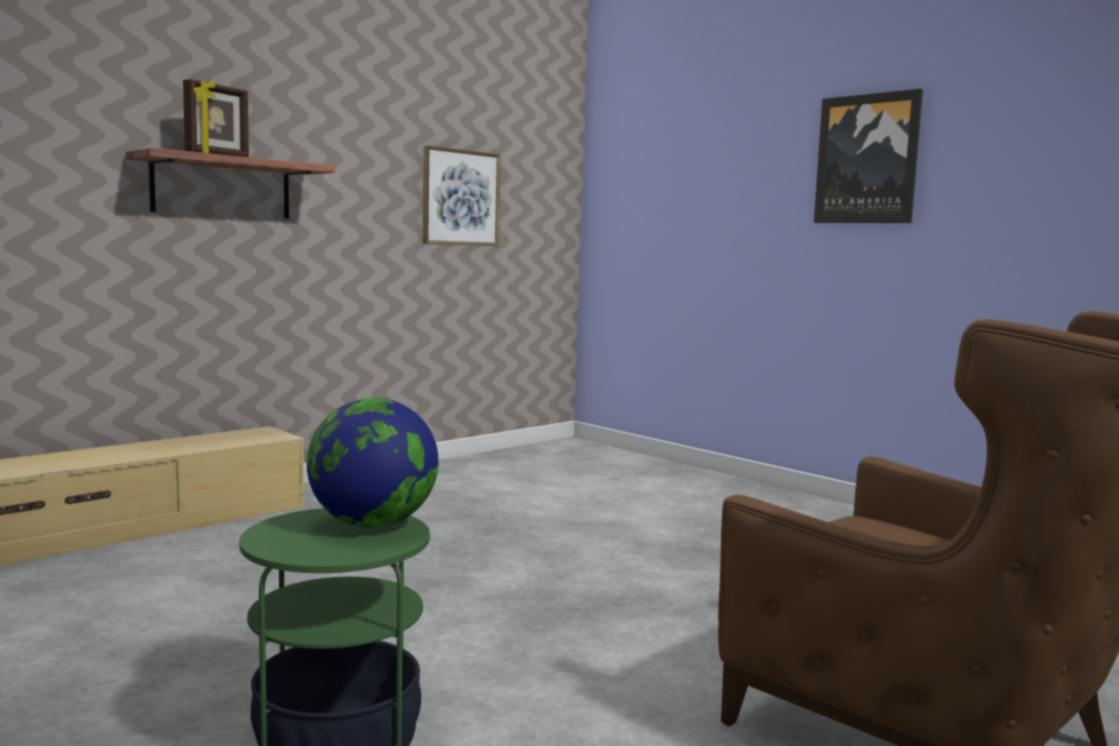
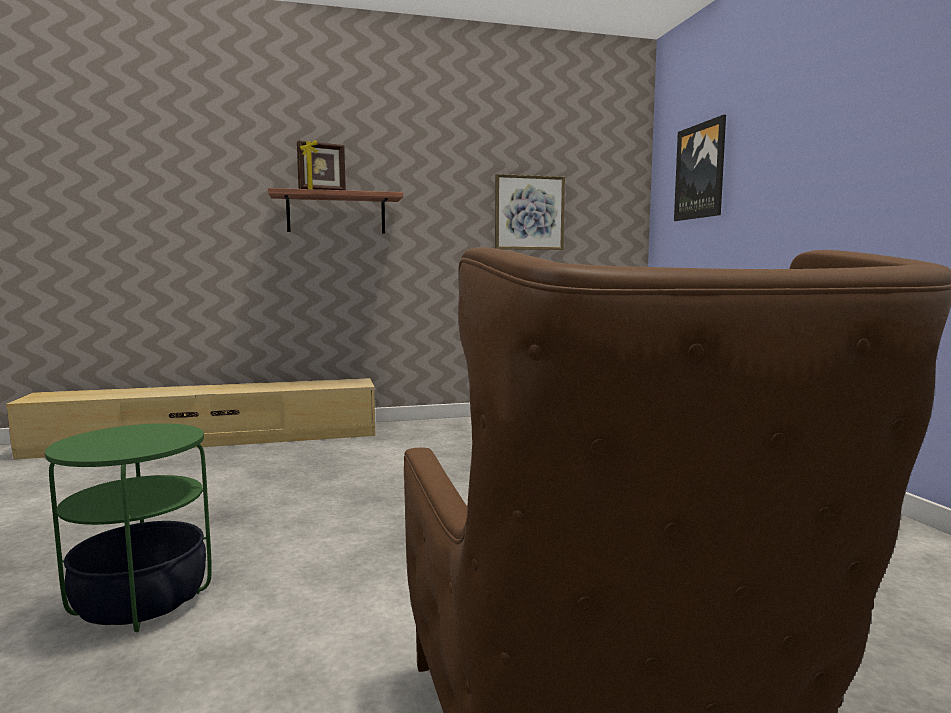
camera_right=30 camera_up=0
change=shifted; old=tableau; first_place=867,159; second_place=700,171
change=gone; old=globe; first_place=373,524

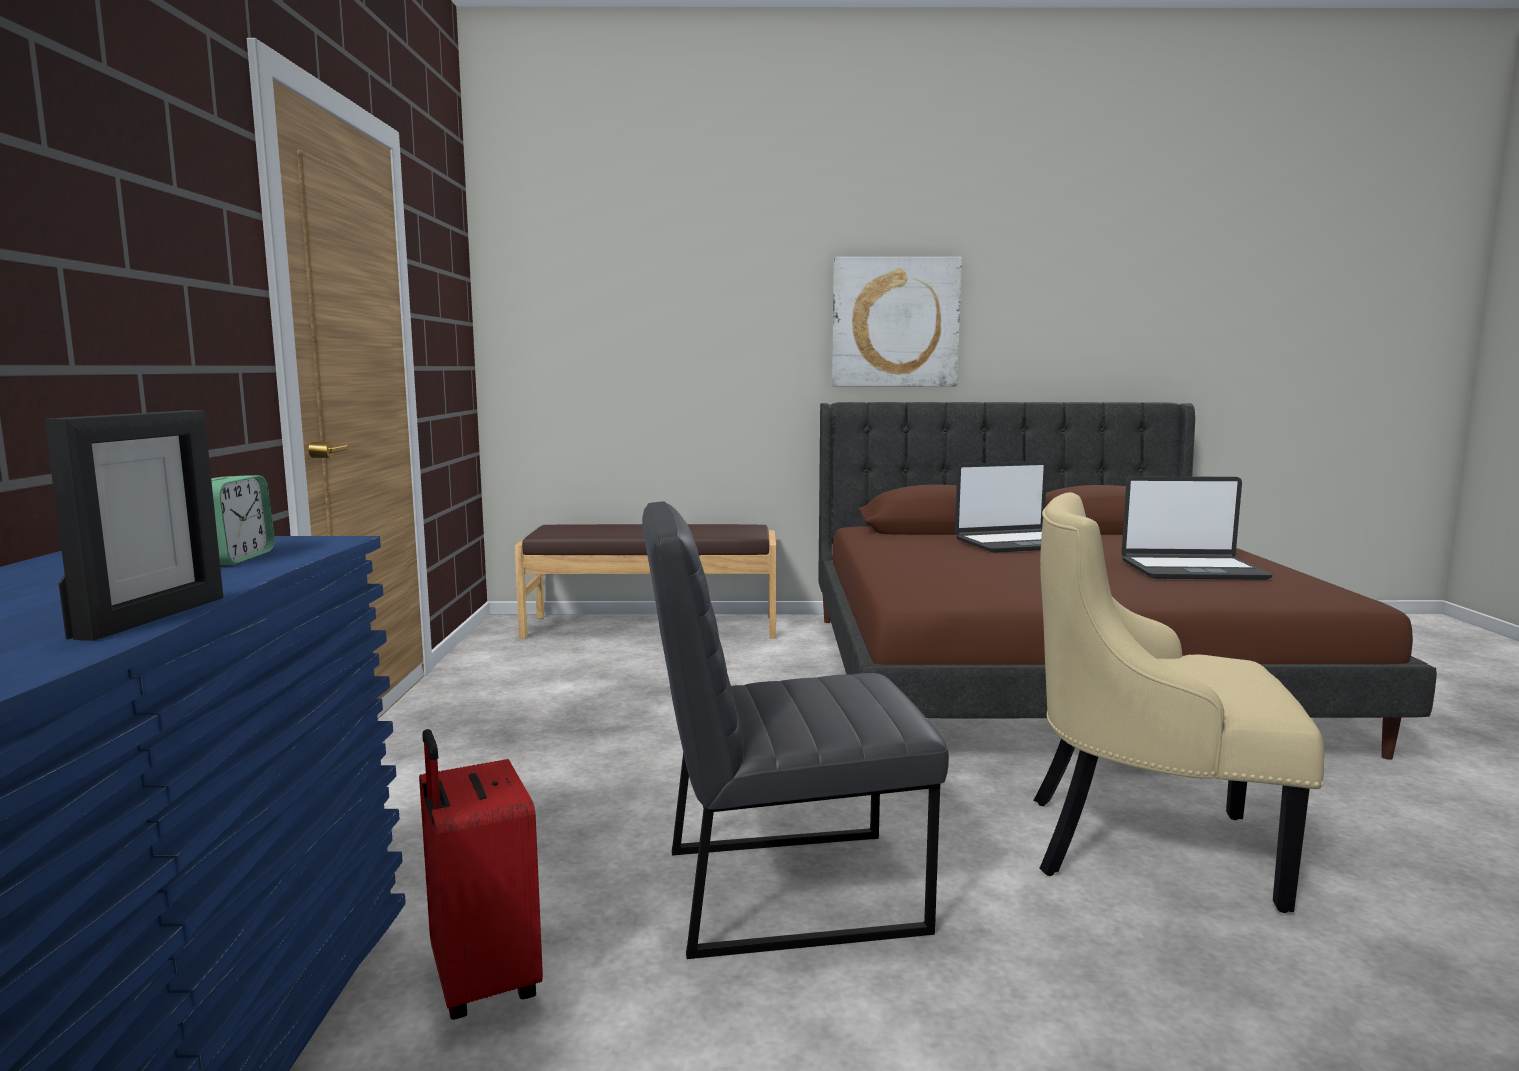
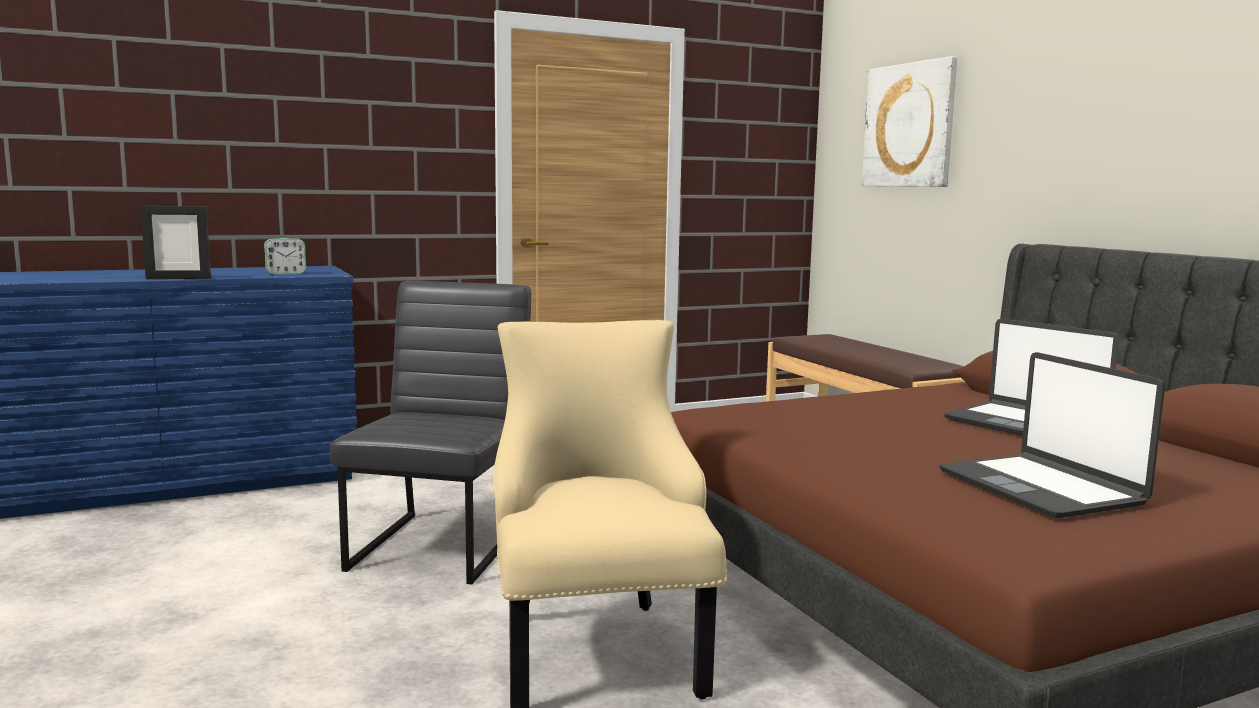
camera_right=65 camera_up=0
change=shifted; old=tableau; first_place=895,322; second_place=909,125
change=rotated; old=chaise/gris; first_place=783,889; second_place=442,545; degrees=45
change=gone; old=valise/rouge; first_place=480,981

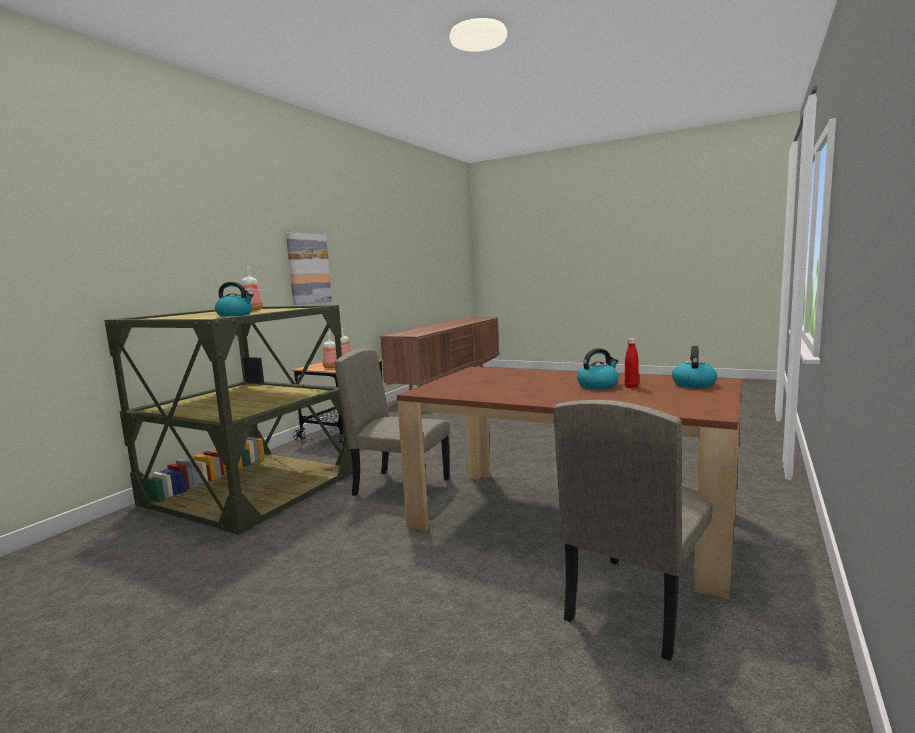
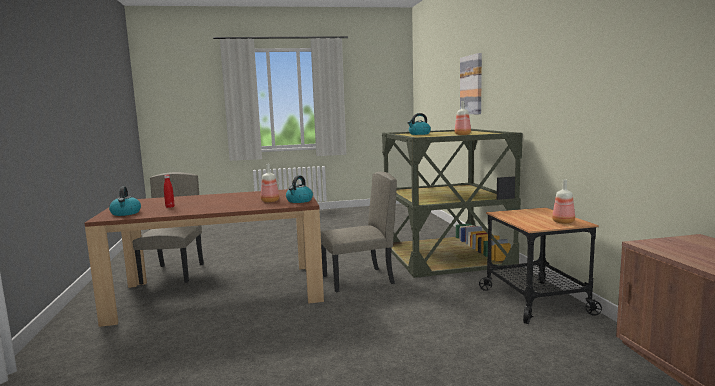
camera_right=140 camera_up=0
change=shifted; old=tableau; first_place=308,269; second_place=471,85
change=shifted; old=bouteille; first_place=331,367; second_place=270,201
change=shifted; old=bouilloire; first_place=598,386; second_place=299,201

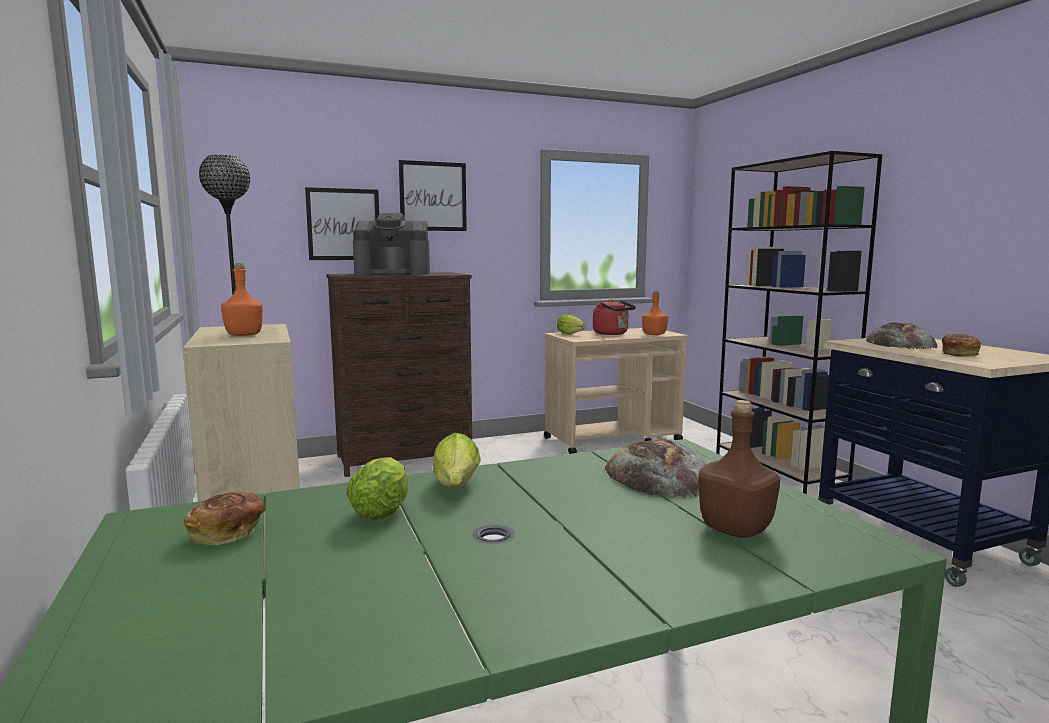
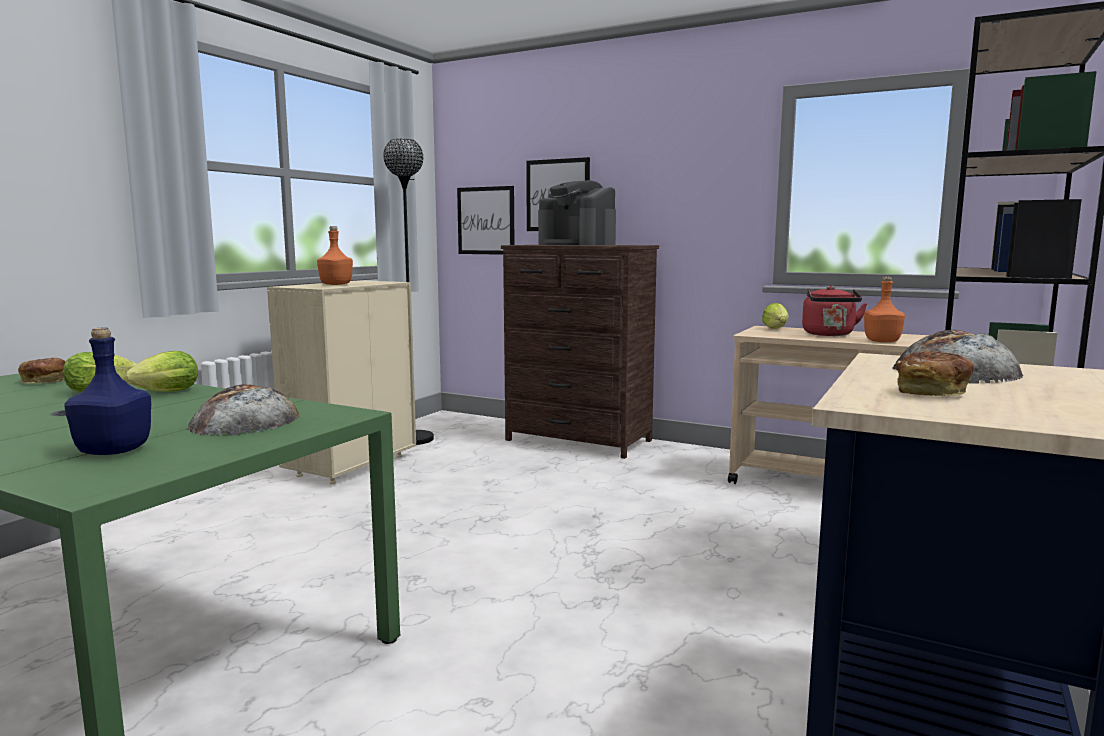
camera_right=50 camera_up=0
change=shifted; old=tableau; first_place=433,196; second_place=486,220
change=repainted; old=bouteille/marron; new=bouteille/bleu; first_place=734,528; second_place=115,450

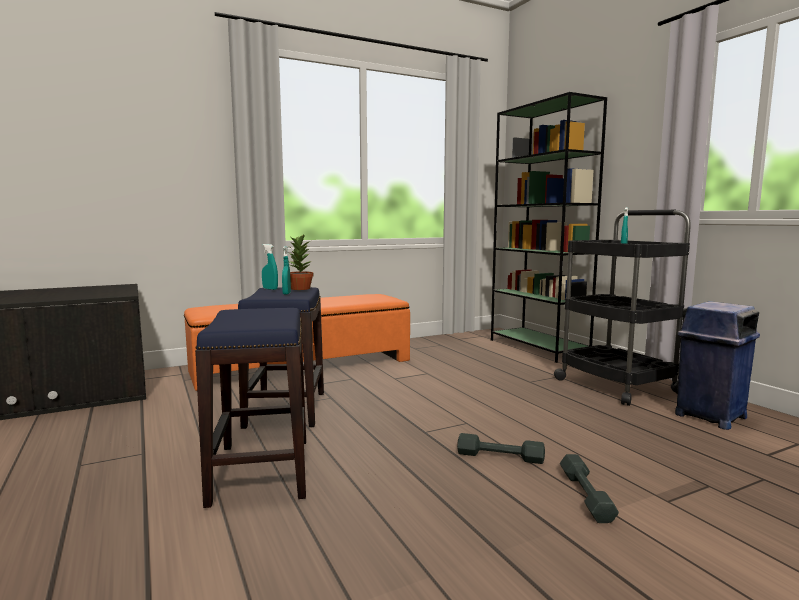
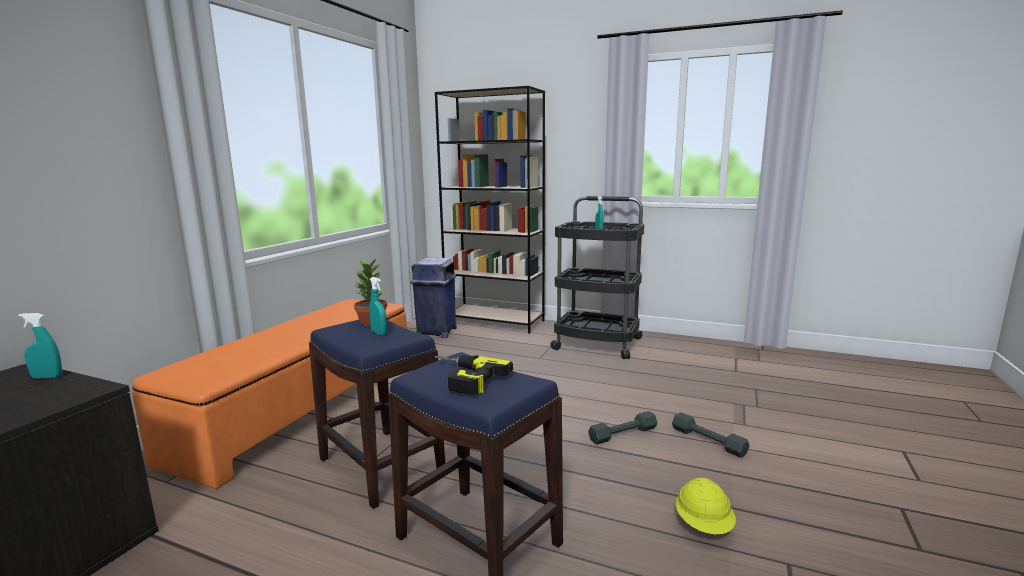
camera_right=-40 camera_up=5
change=repainted; old=bibliothèque/vert; new=bibliothèque/beige; first_place=538,348; second_place=495,322
change=shifted; old=vaporisateur/turquoise; first_place=270,289; second_place=47,377
change=shifted; old=poubelle/bleu; first_place=709,416; second_place=436,332
change=new; new=perceuse; second_place=461,378
change=new; new=casque de chantier/jaune; second_place=704,525

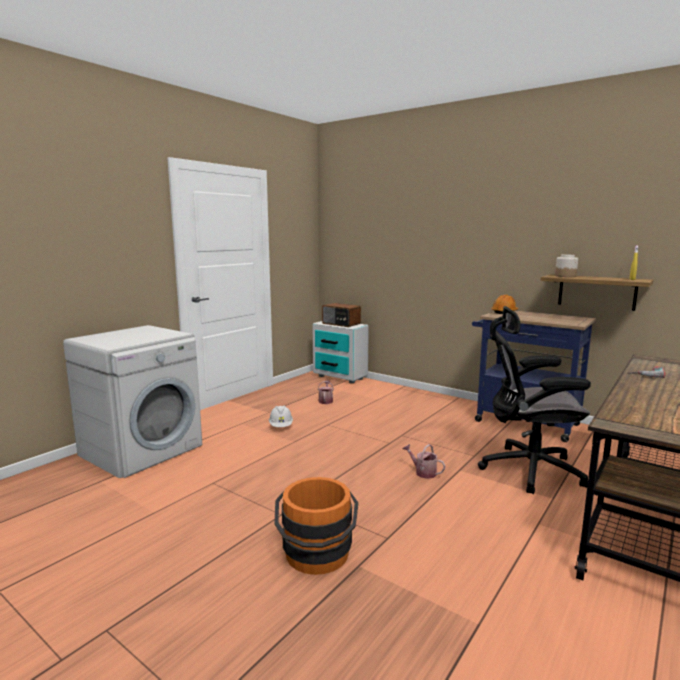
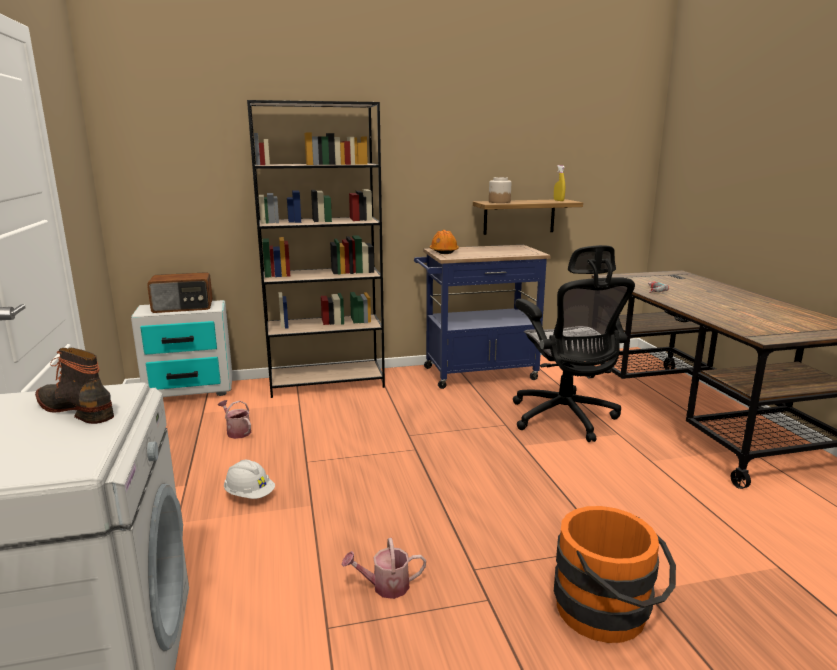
camera_right=-50 camera_up=5
change=rotated; old=chaise de bureau; first_place=530,471; second_place=564,418; degrees=-60
change=shifted; old=arrosoir; first_place=423,472; second_place=385,586
change=new; new=bibliothèque/beige; second_place=327,382
change=new; new=botte; second_place=78,409

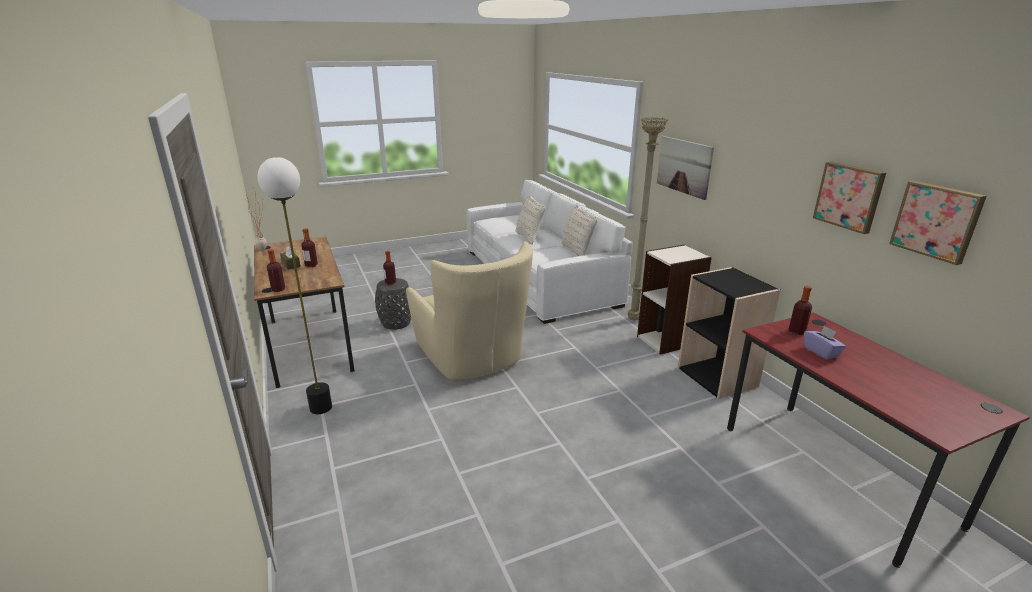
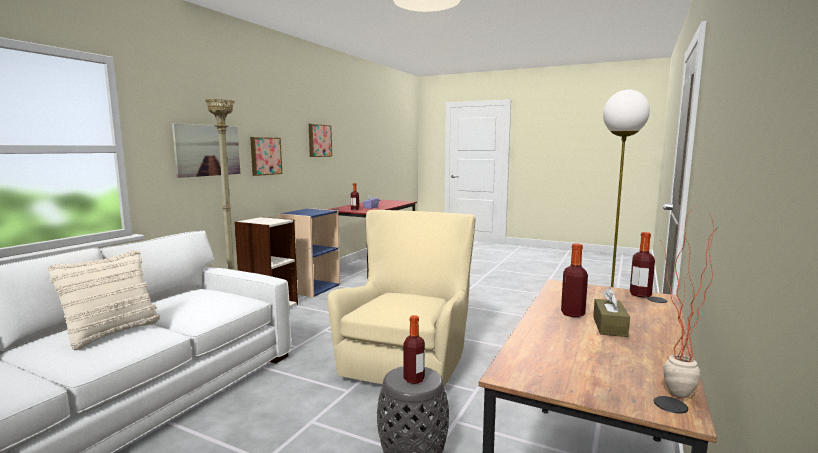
camera_right=-130 camera_up=-15
change=shifted; old=tableau; first_place=937,221; second_place=265,156
change=gone; old=coussin/beige; first_place=577,251
change=repainted; old=bibliothèque/noir; new=bibliothèque/bleu; first_place=718,377; second_place=312,288

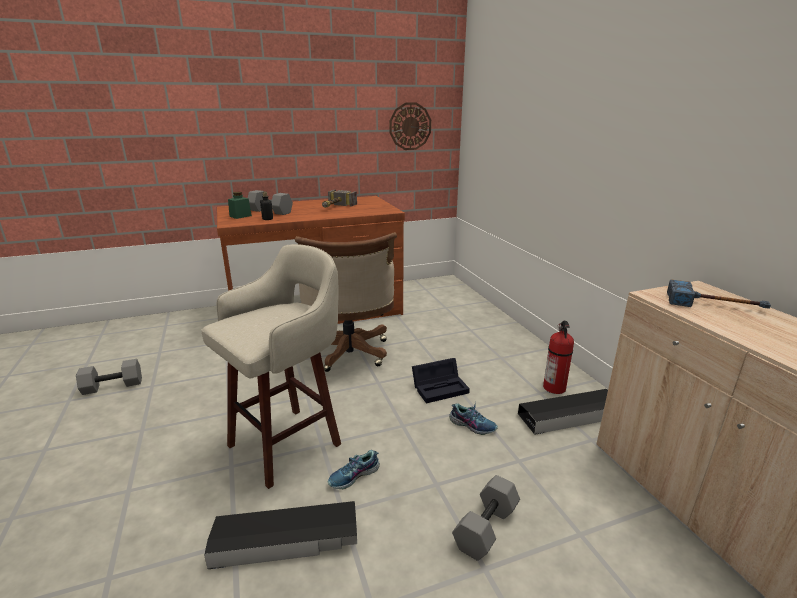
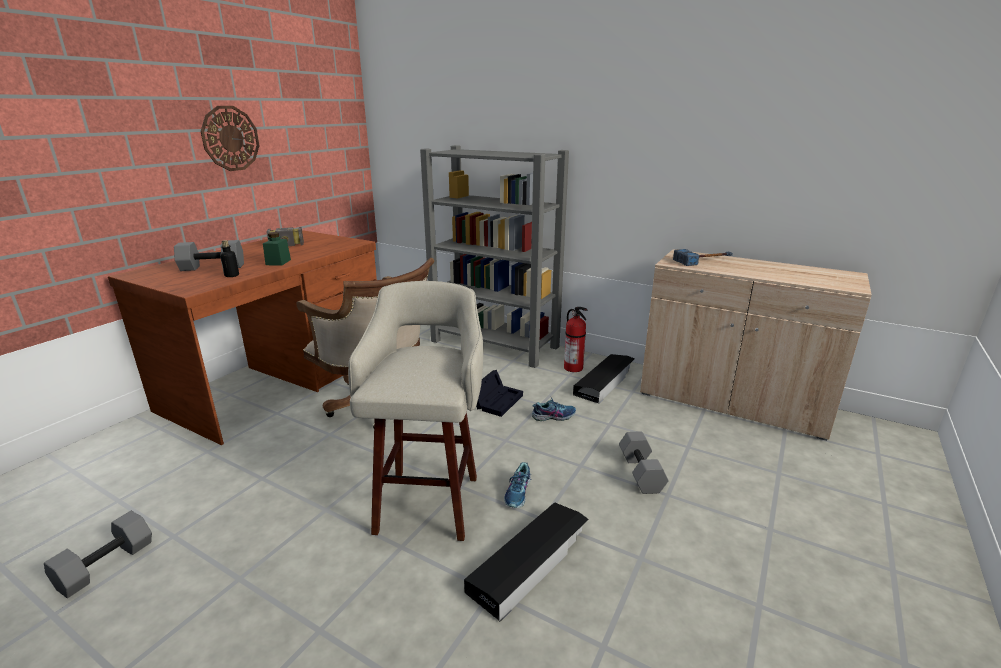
camera_right=-40 camera_up=0
change=shifted; old=horloge murale; first_place=410,126; second_place=230,138
change=shifted; old=bocal/vert; first_place=240,216; second_place=278,262
change=new; new=bibliothèque/gris; second_place=494,344

